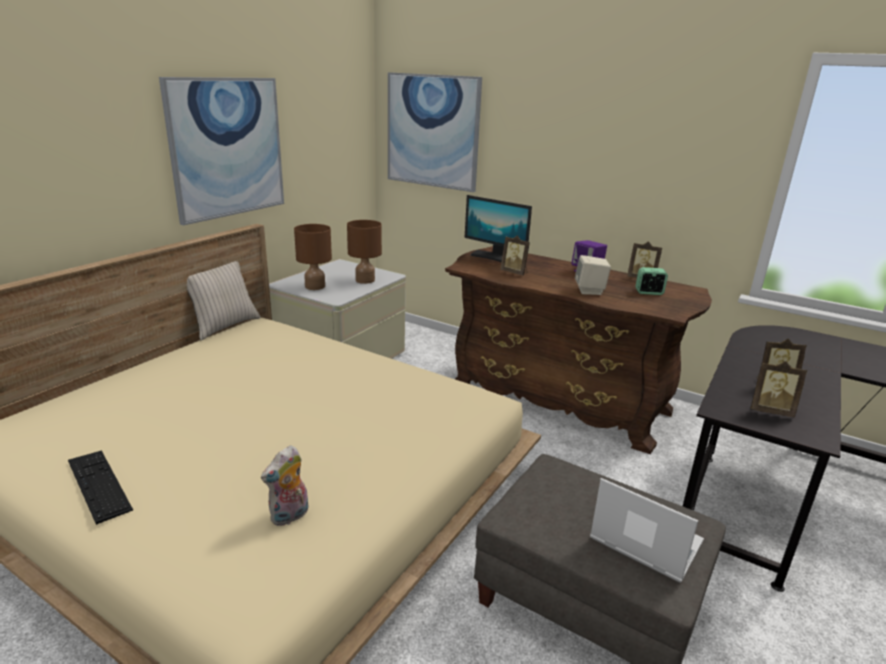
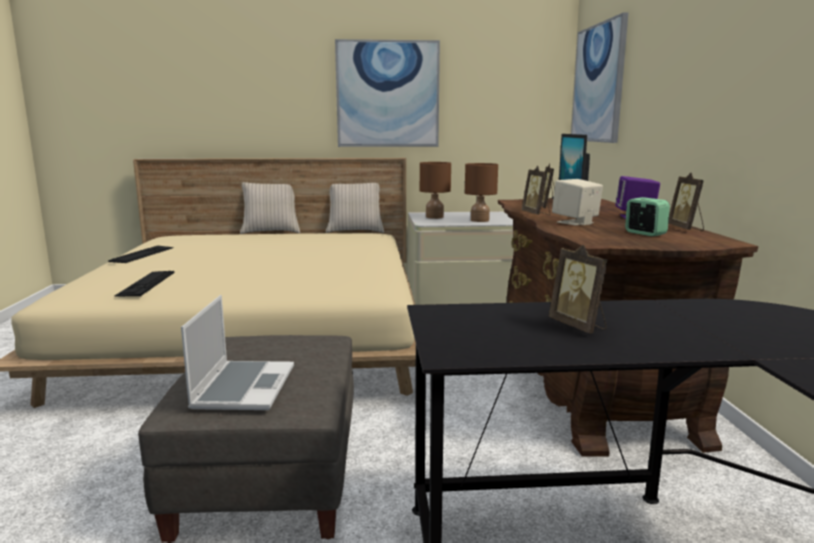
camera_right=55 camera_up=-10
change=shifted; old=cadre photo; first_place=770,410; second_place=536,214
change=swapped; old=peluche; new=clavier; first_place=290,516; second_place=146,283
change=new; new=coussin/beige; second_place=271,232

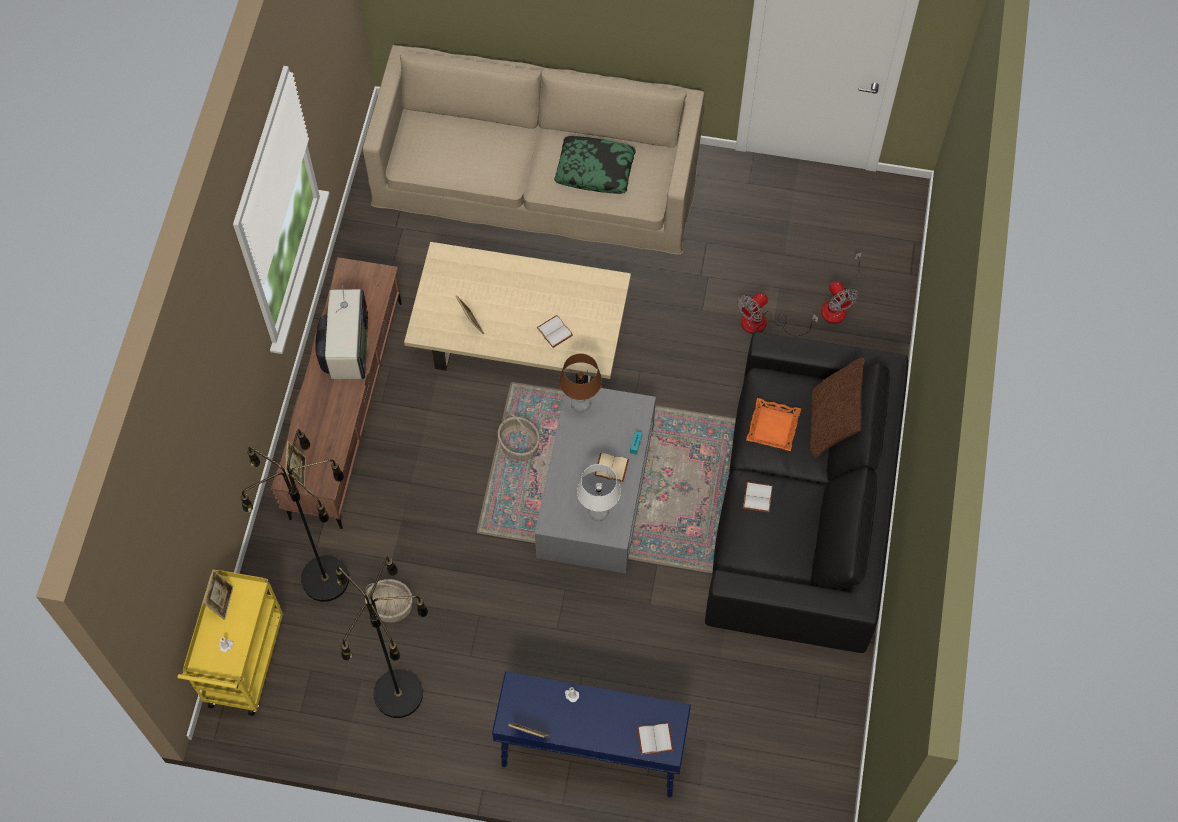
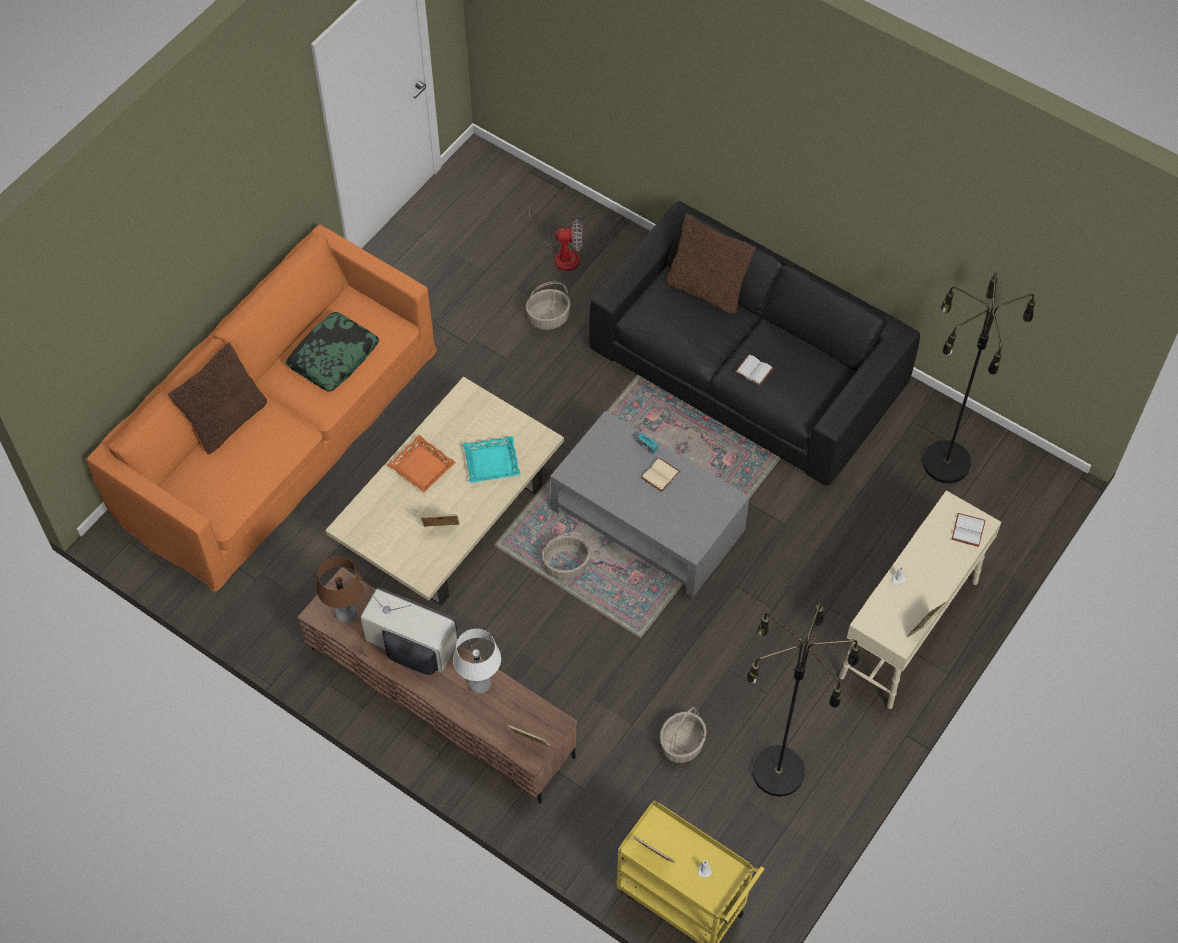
camera_right=-65 camera_up=-5
change=repainted; old=canapé/beige; new=canapé/orange; first_place=537,178; second_place=277,432
change=swapped; old=ventilateur; new=panier; first_place=763,324; second_place=548,317
change=swapped; old=livre/blanc; new=plateau/turquoise; first_place=555,332; second_place=491,462
change=shifted; old=lampe de table/marron; first_place=580,404; second_place=345,613
change=shifted; old=plateau/orange; first_place=773,427; second_place=422,466
change=shifted; old=lampadaire; first_place=326,578; second_place=945,462
change=shifted; old=lampe de table/blanc; first_place=598,512; second_place=479,684
change=repainted; old=table console/bleu; new=table console/beige; first_place=591,752; second_place=907,629
change=new; new=coussin/marron; second_place=226,419

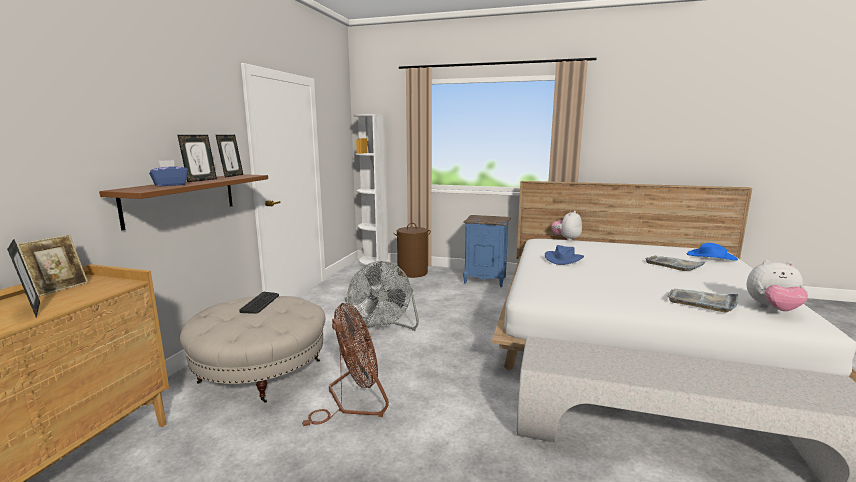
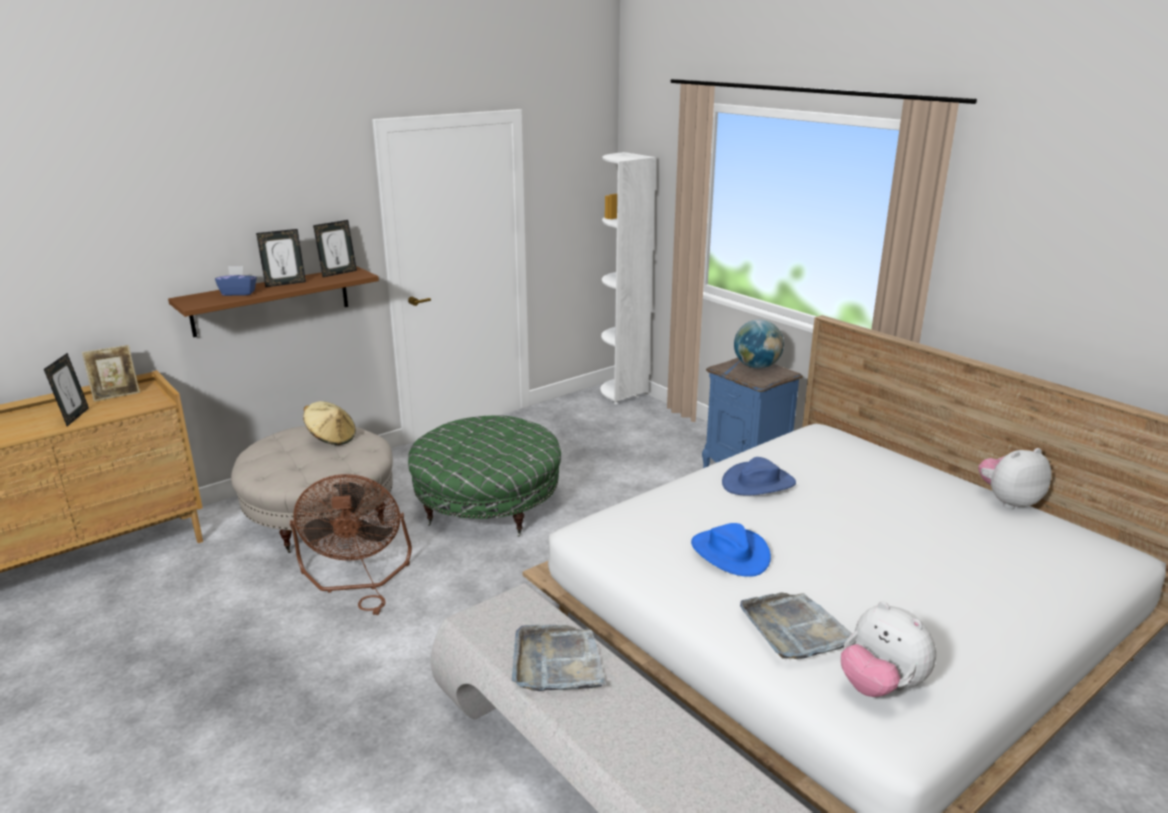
camera_right=35 camera_up=10
change=shifted; old=peluche; first_place=566,239; second_place=1008,501
change=gone; old=panier à linge/marron; first_place=412,273
change=shifted; old=chapeau/bleu; first_place=711,257; second_place=729,553
change=shifted; old=plateau/gris; first_place=674,264; second_place=557,662
change=swapped; old=ventilateur/gris; new=pouf/vert; first_place=376,330; second_place=488,506
change=swapped; old=clavier; new=chapeau/beige; first_place=260,303; second_place=331,438
change=rotated; old=ventilateur/marron; first_place=349,399; second_place=357,580; degrees=-105
change=new; new=globe; second_place=756,367

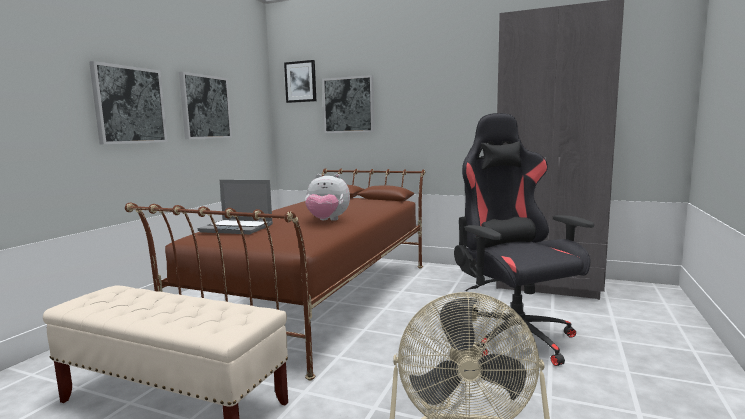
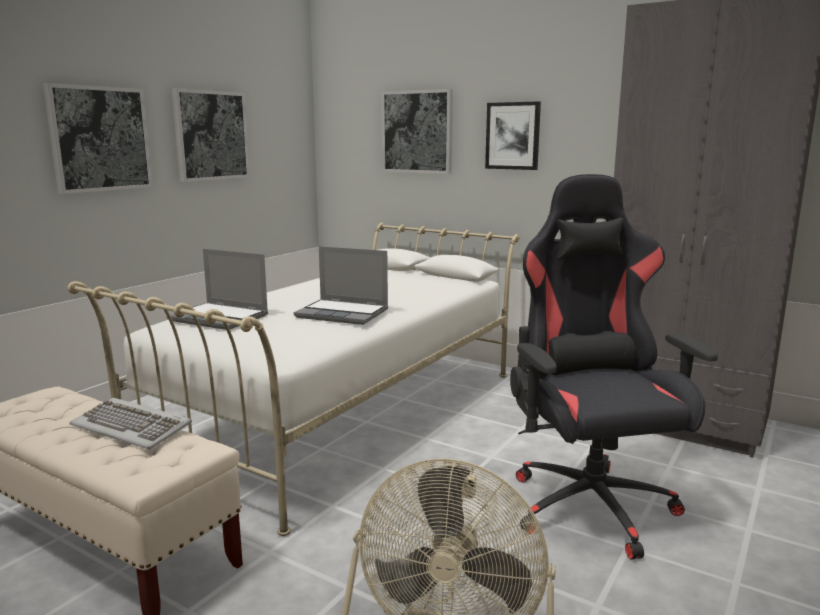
camera_right=10 camera_up=5
change=shifted; old=tableau; first_place=300,81; second_place=513,136
change=repainted; old=lit/marron; new=lit/blanc; first_place=318,299; second_place=341,414
change=swapped; old=peluche; new=ordinateur portable; first_place=327,221; second_place=344,313
change=new; new=clavier; second_place=132,427

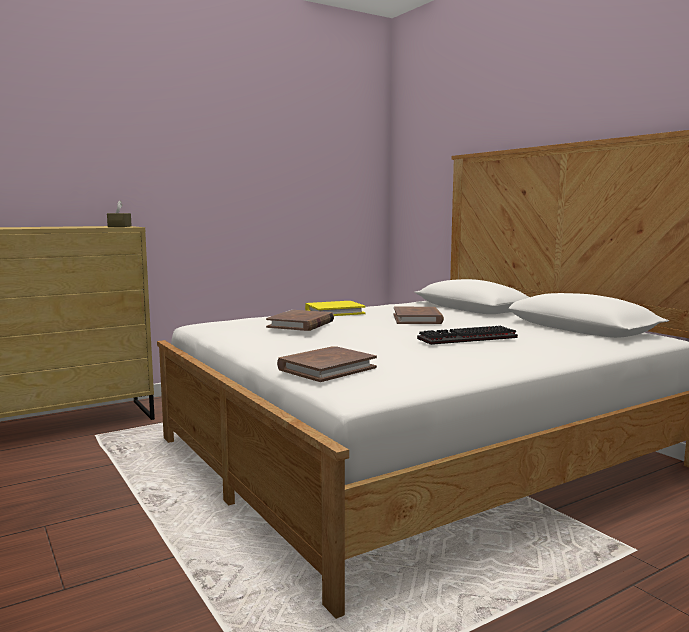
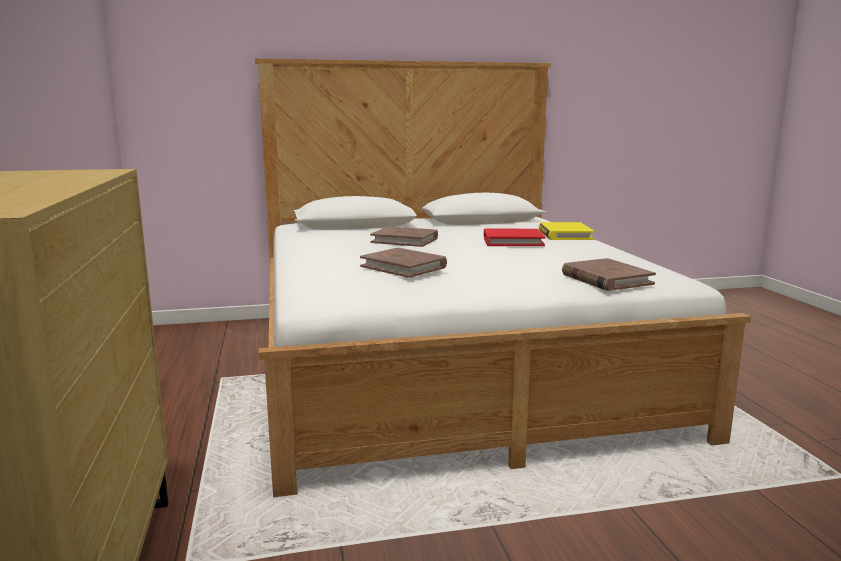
camera_right=-70 camera_up=5
change=gone; old=boîte à mouchoirs/marron; first_place=119,226
change=shifted; old=livre/jaune; first_place=334,312; second_place=564,235
change=swapped; old=clavier; new=livre/rouge; first_place=467,339; second_place=513,241

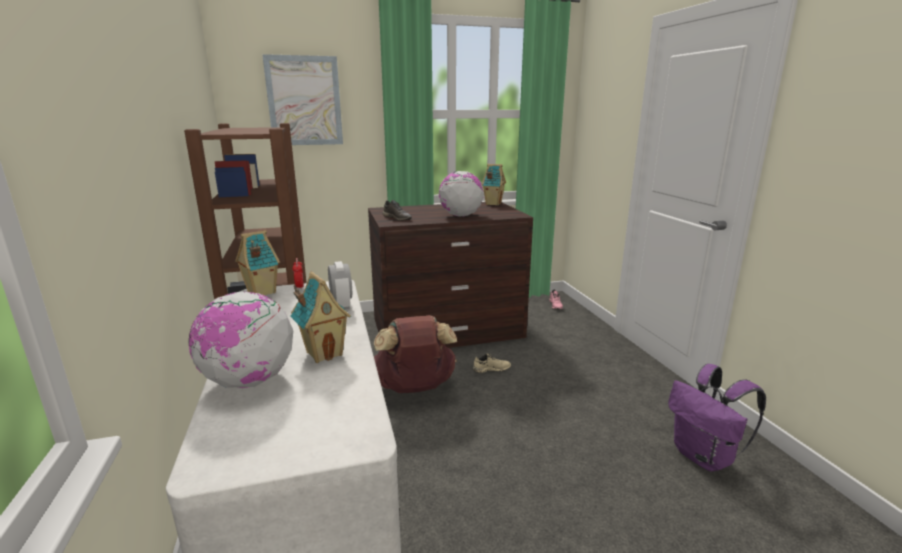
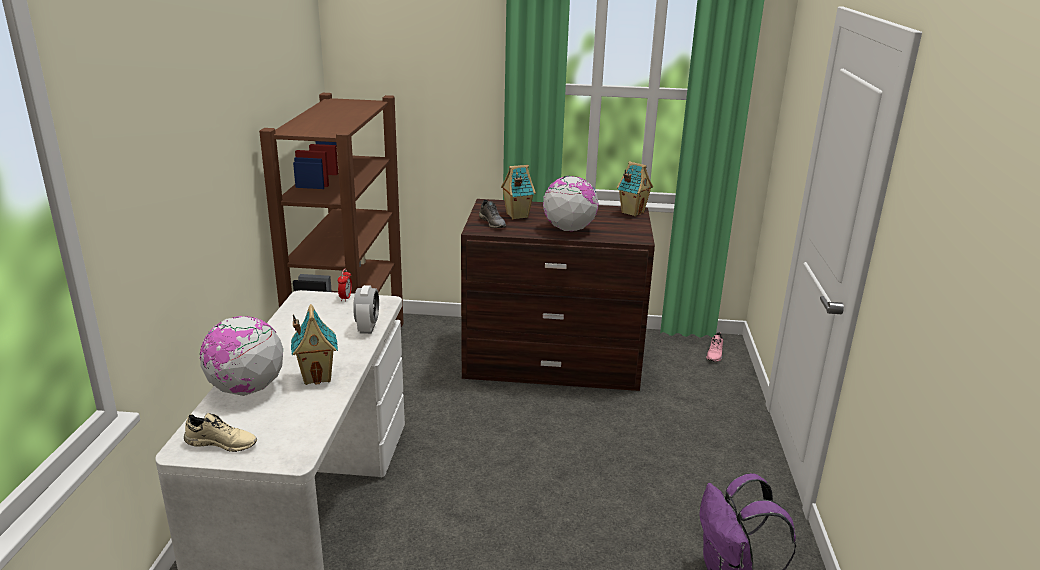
camera_right=20 camera_up=5
change=gone; old=tableau; first_place=304,101
change=shifted; old=maison miniature; first_place=260,292; second_place=516,216
change=gone; old=sac à dos/marron; first_place=414,388
change=shifted; old=chaussure/beige; first_place=491,369; second_place=222,443

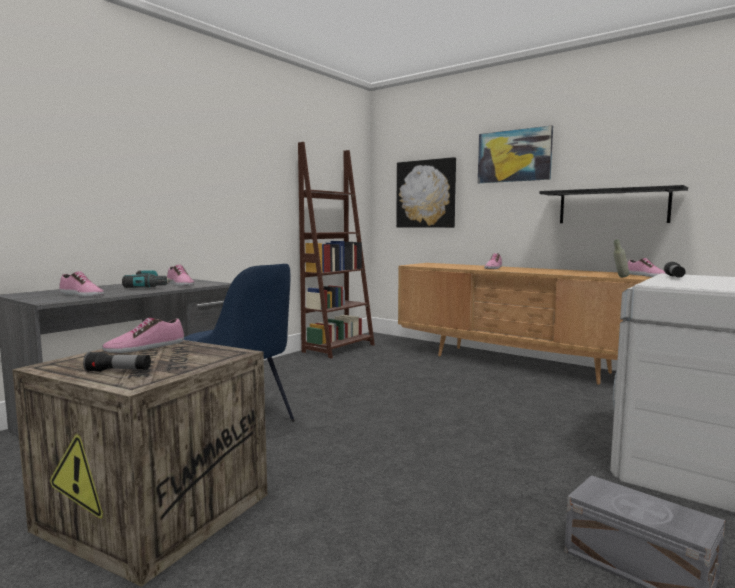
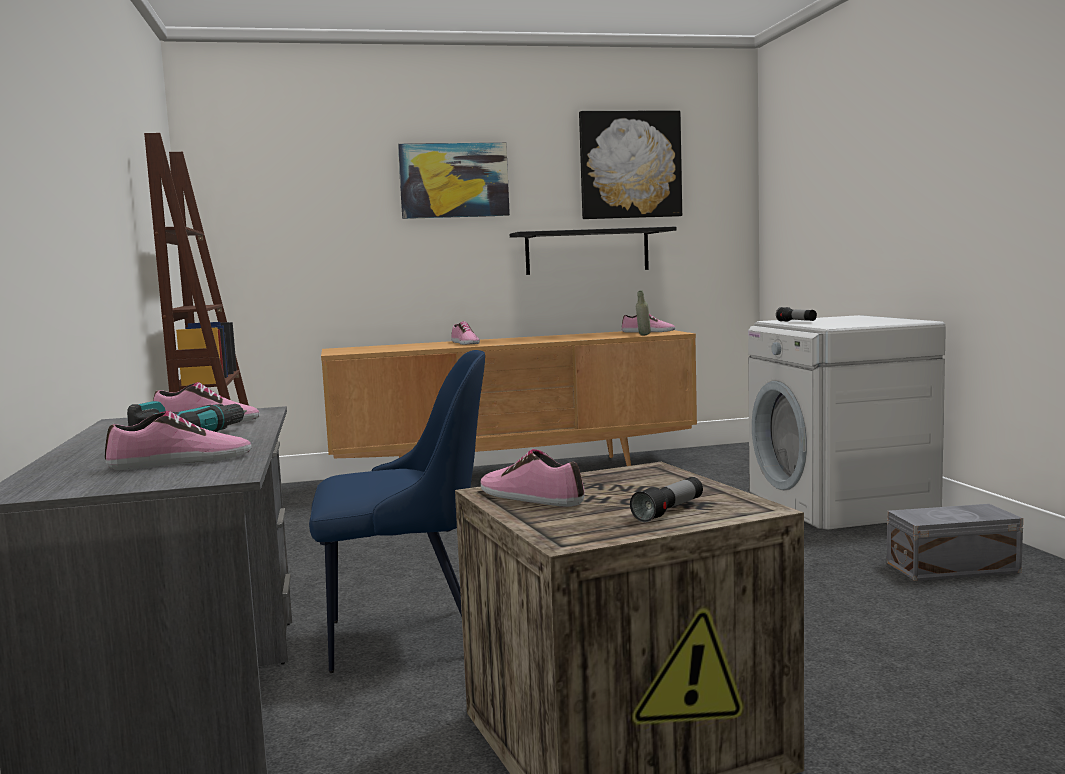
camera_right=-50 camera_up=0
change=shifted; old=tableau; first_place=426,194; second_place=630,165
change=rotated; old=chaussure; first_place=145,347; second_place=531,496; degrees=135

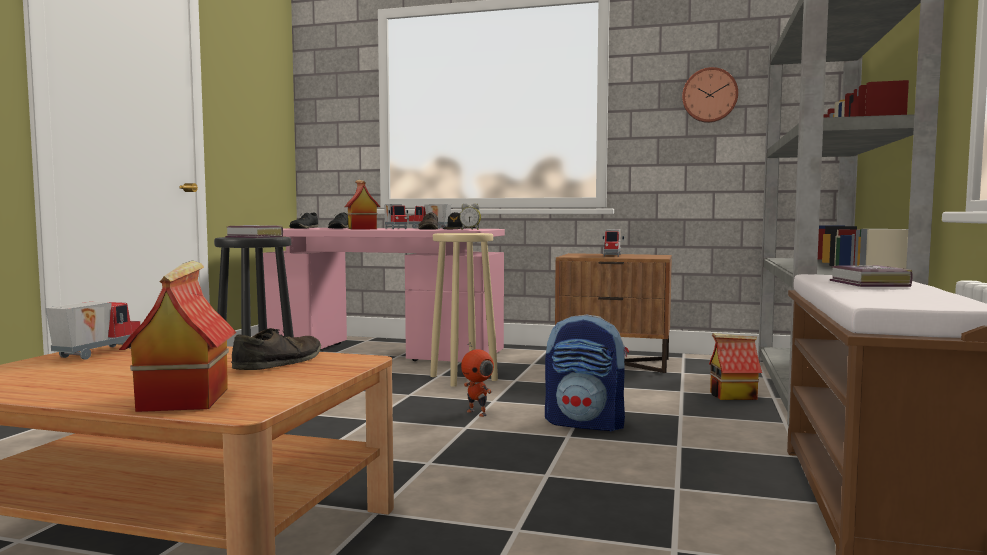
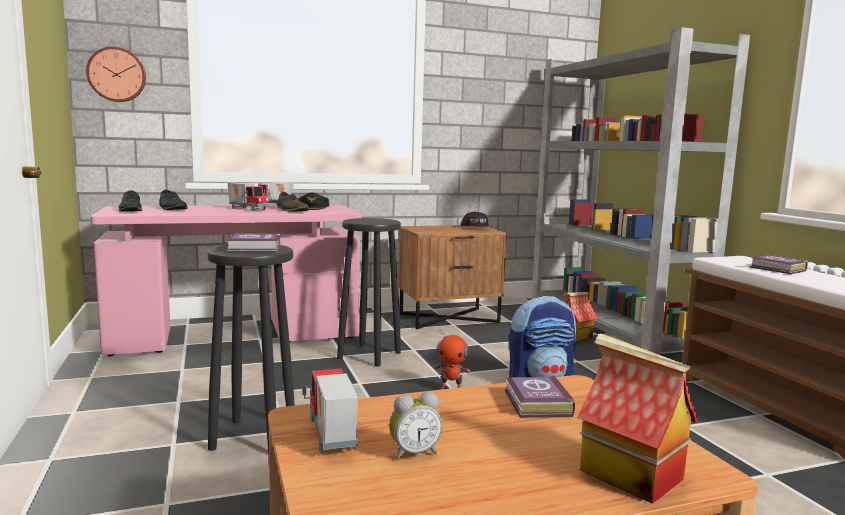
camera_right=-35 camera_up=5
change=shifted; old=horloge murale; first_place=709,95; second_place=117,75
change=gone; old=maison miniature; first_place=361,229
change=shifted; old=réveil; first_place=470,229; second_place=413,453
change=gone; old=camion jouet; first_place=613,255
change=repainted; old=tabouret/beige; new=tabouret/noir; first_place=464,378; second_place=370,355
change=swapped; old=chaussure/marron; new=livre; first_place=279,362; second_place=536,404
change=new; new=casquette; second_place=476,228

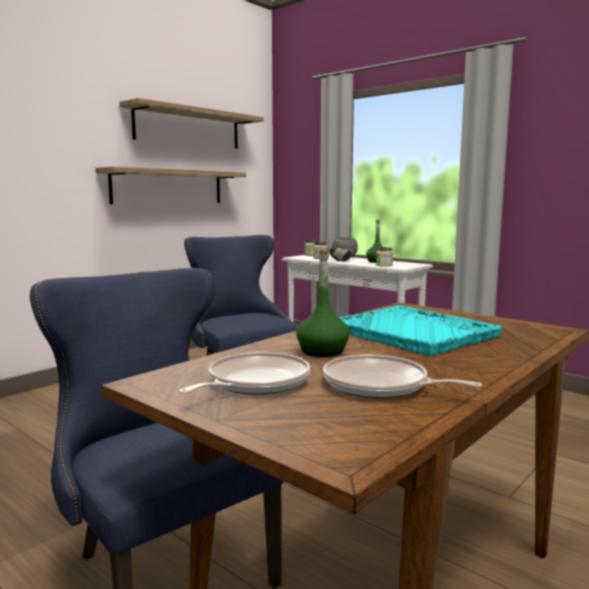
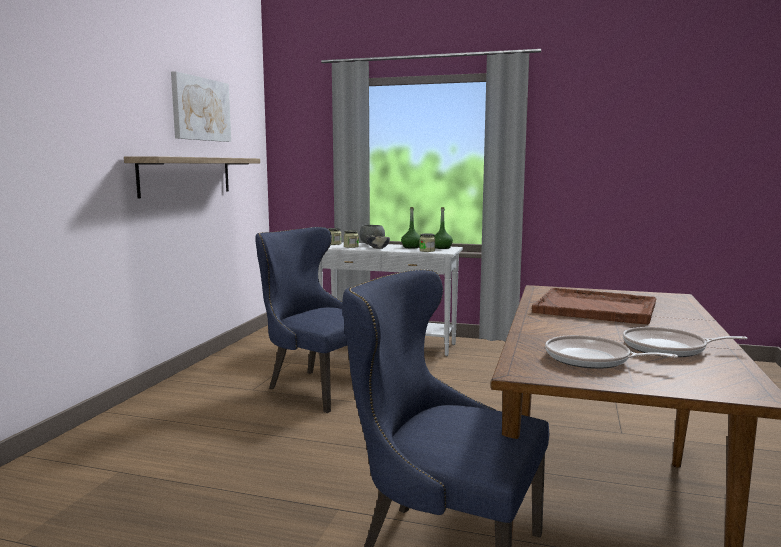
camera_right=-25 camera_up=0
change=swapped; old=étagère; new=tableau; first_place=188,128; second_place=201,109
change=shifted; old=bouteille/vert; first_place=322,351; second_place=441,248
change=repainted; old=plateau/turquoise; new=plateau/marron; first_place=412,332; second_place=596,309
change=rotated; old=poêle; first_place=254,383; second_place=592,359; degrees=-75

